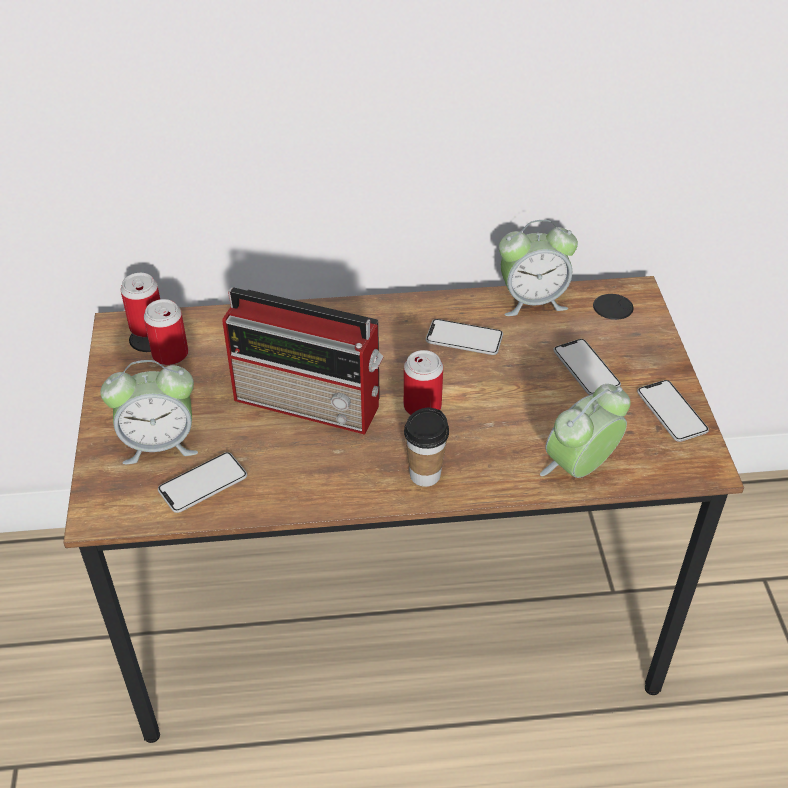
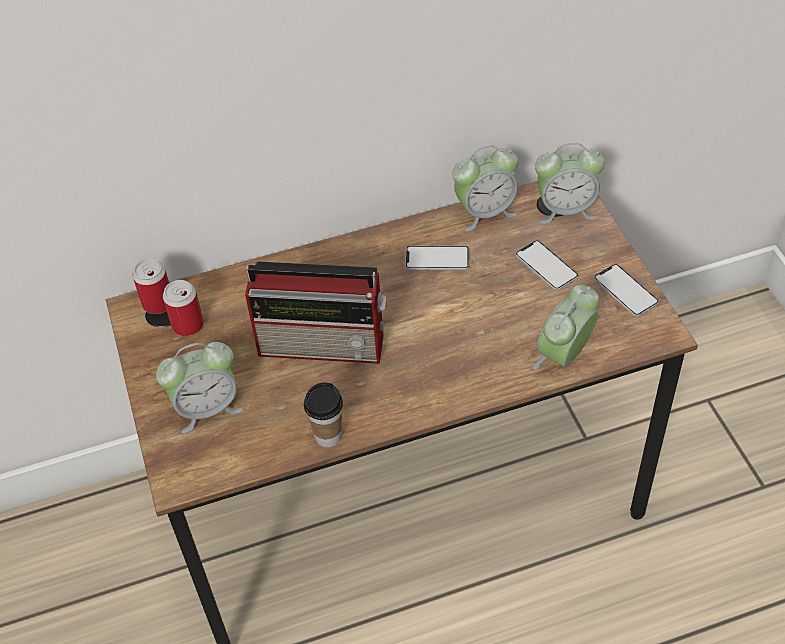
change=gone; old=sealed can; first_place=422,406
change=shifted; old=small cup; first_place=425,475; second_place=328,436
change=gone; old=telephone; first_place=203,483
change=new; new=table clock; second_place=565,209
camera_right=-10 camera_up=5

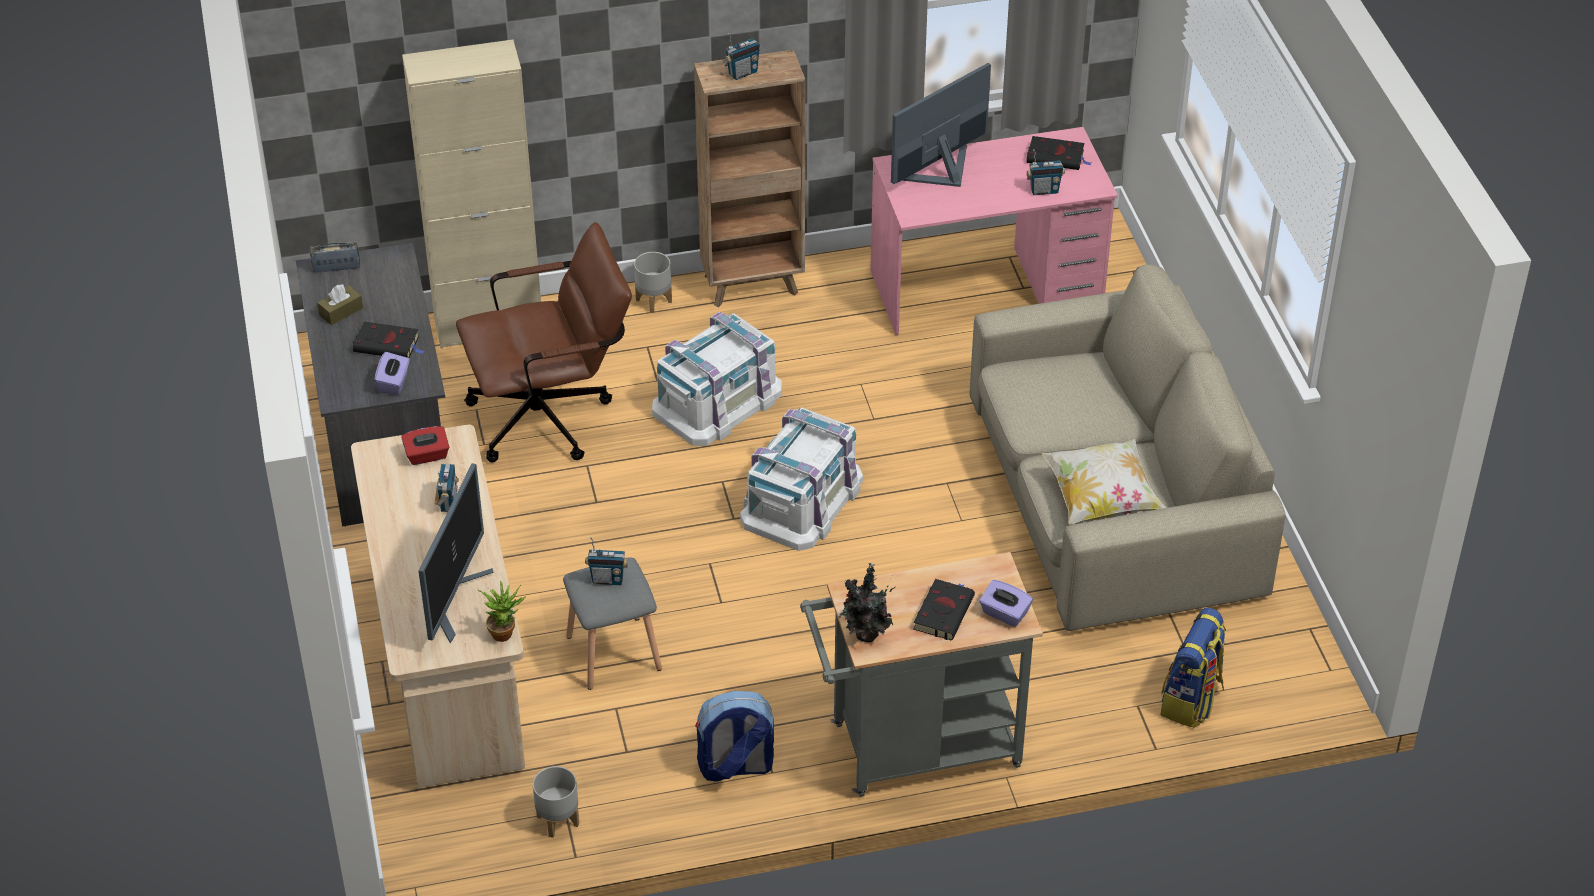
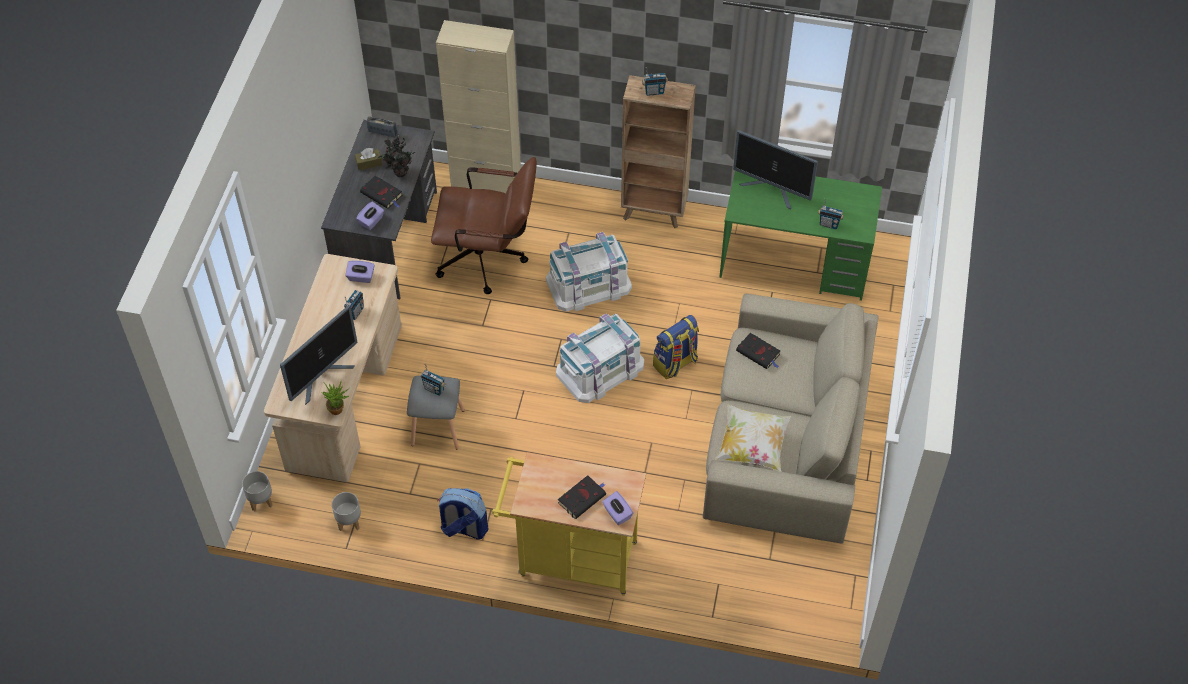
change=rotated; old=computer display; first_place=942,173; second_place=772,190; degrees=-135
change=repainted; old=pink desk; new=greenish desk; first_place=987,287; second_place=794,264
change=shifted; old=blackish bound book; first_place=1057,157; second_place=759,353
change=shifted; old=gray planter; first_place=654,300; second_place=261,500
change=repainted; old=red-coloured tissue holder; new=purple tissue holder; first_place=427,455; second_place=361,277
change=repainted; old=gray wheeled cart; new=yellow-coloured wheeled cart; first_place=914,749; second_place=570,558
change=shifted; old=potted plant; first_place=865,636; second_place=399,173
change=shifted; old=backpack; first_place=1191,701; second_place=675,363
camera_right=25 camera_up=10

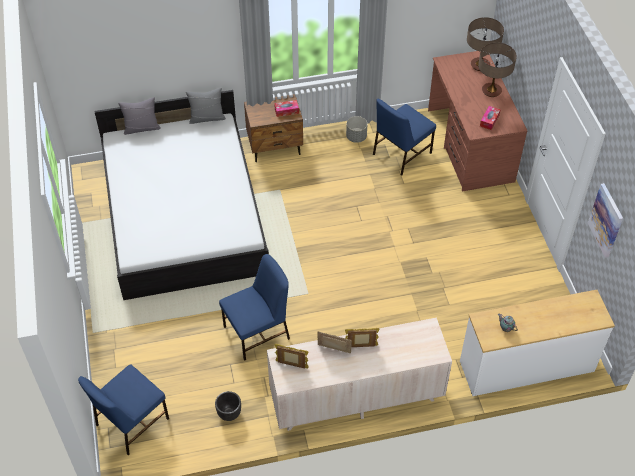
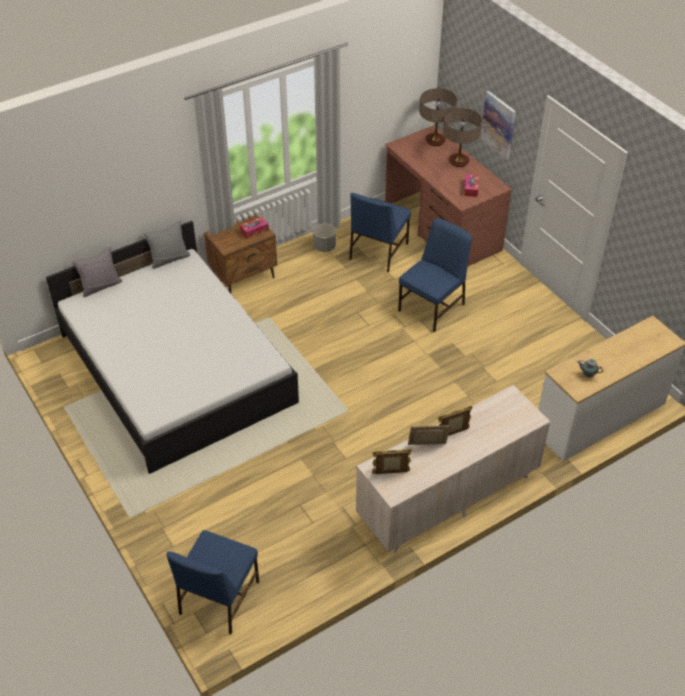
change=shifted; old=wall picture; first_place=606,220; second_place=499,124
change=shifted; old=bluish upright chair; first_place=258,332; second_place=432,307
change=gone; old=blackish planter; first_place=229,413
camera_right=-20 camera_up=-5

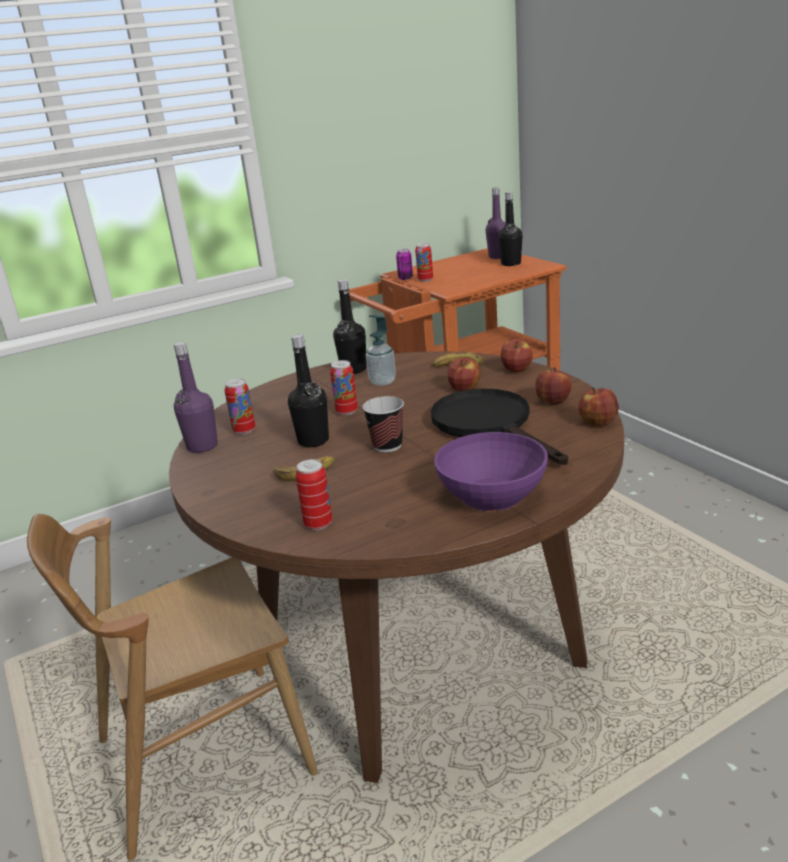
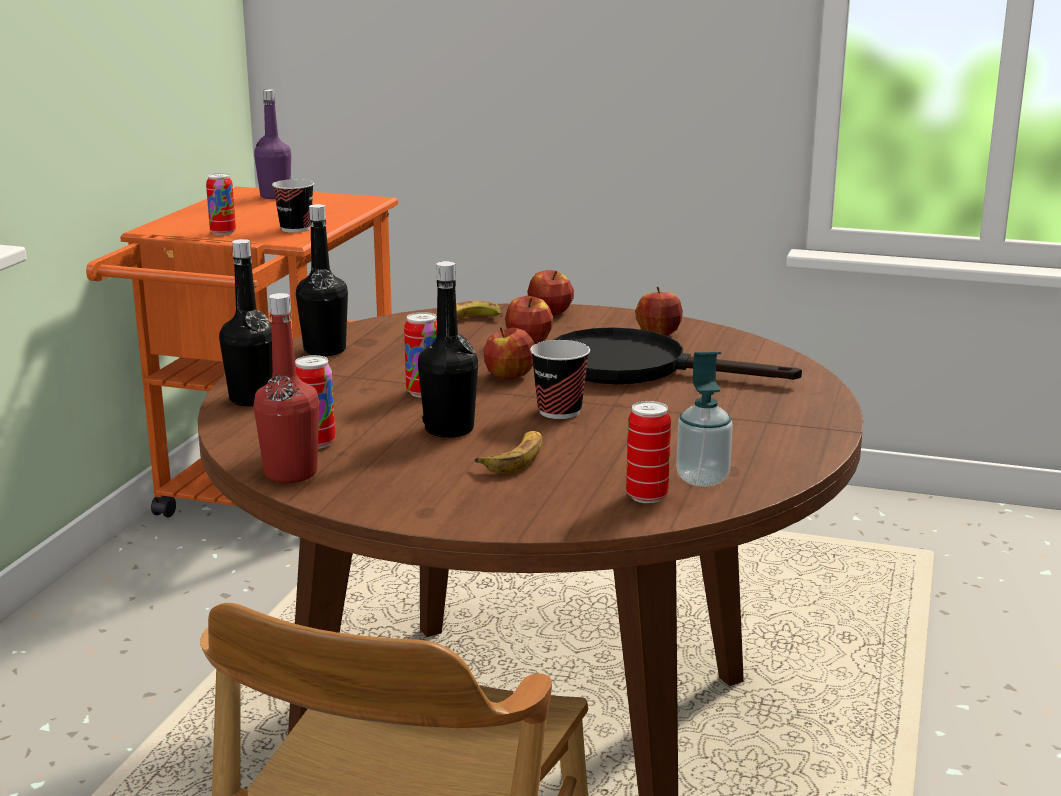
change=shifted; old=blackish bottle; first_place=511,263; second_place=252,399
change=gone; old=sealed can; first_place=405,278
change=shifted; old=liquid soap bottle; first_place=382,382; second_place=702,479
change=repainted; old=purple bottle; new=red-coloured bottle; first_place=202,446; second_place=291,473
change=shifted; old=whole apple; first_place=598,423; second_place=510,376
change=gone; old=purple bowl; first_place=491,495
change=new; new=small cup; second_place=295,229
camera_right=-45 camera_up=-5

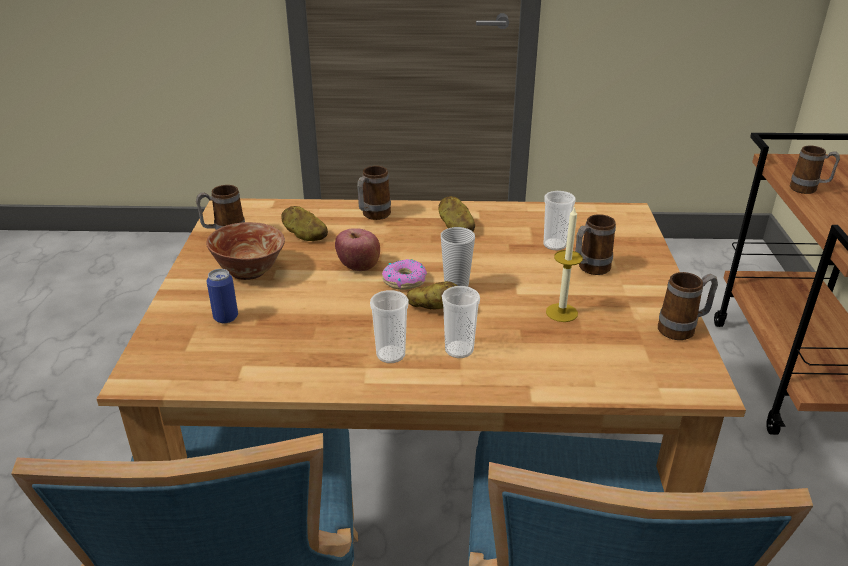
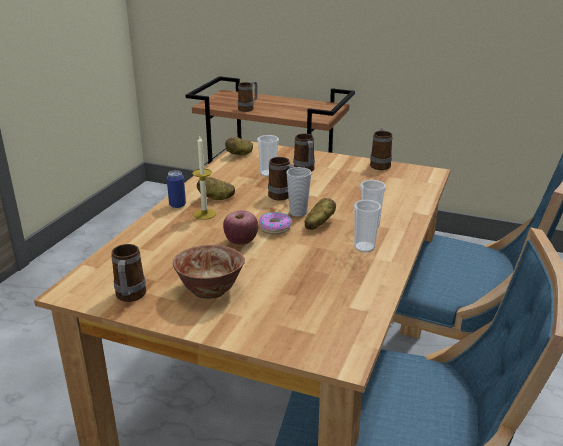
change=shifted; old=mug; first_place=373,216; second_place=282,197
change=shifted; old=potato; first_place=305,236; second_place=240,154
change=shifted; old=candle; first_place=561,312; second_place=204,214
change=shifted; old=sealed can; first_place=226,317; second_place=177,205
camera_right=-70 camera_up=-5

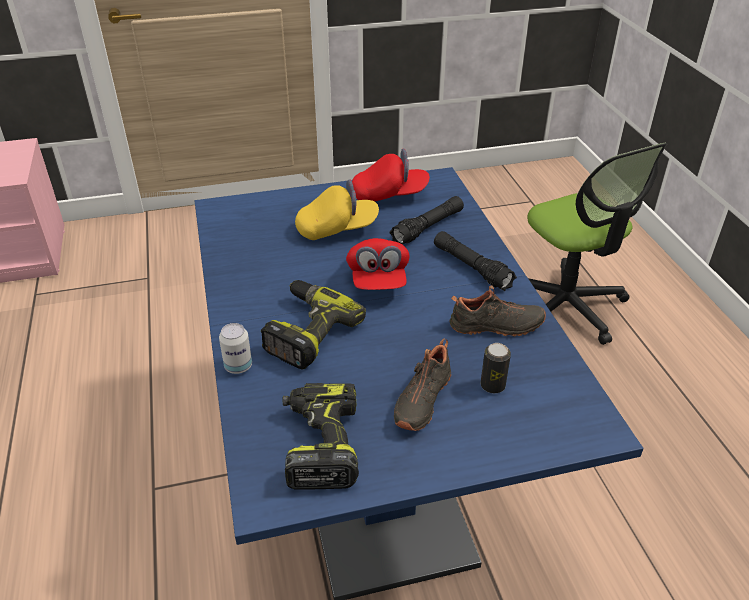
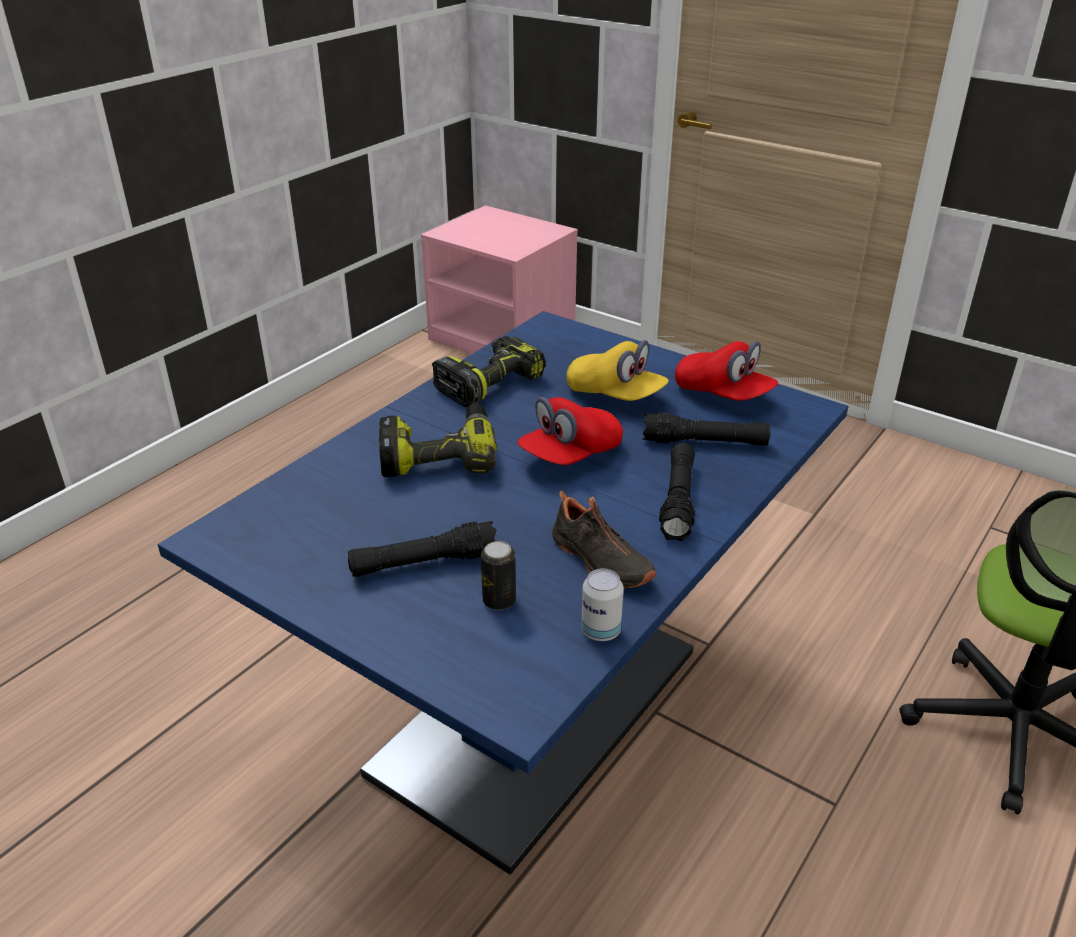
change=shifted; old=sealed can; first_place=238,366; second_place=600,631
change=swapped; old=blackish item of footwear; new=blackish hand torch; first_place=420,399; second_place=424,563
change=shifted; old=electric drill; first_place=320,444; second_place=489,382
camera_right=50 camera_up=-5

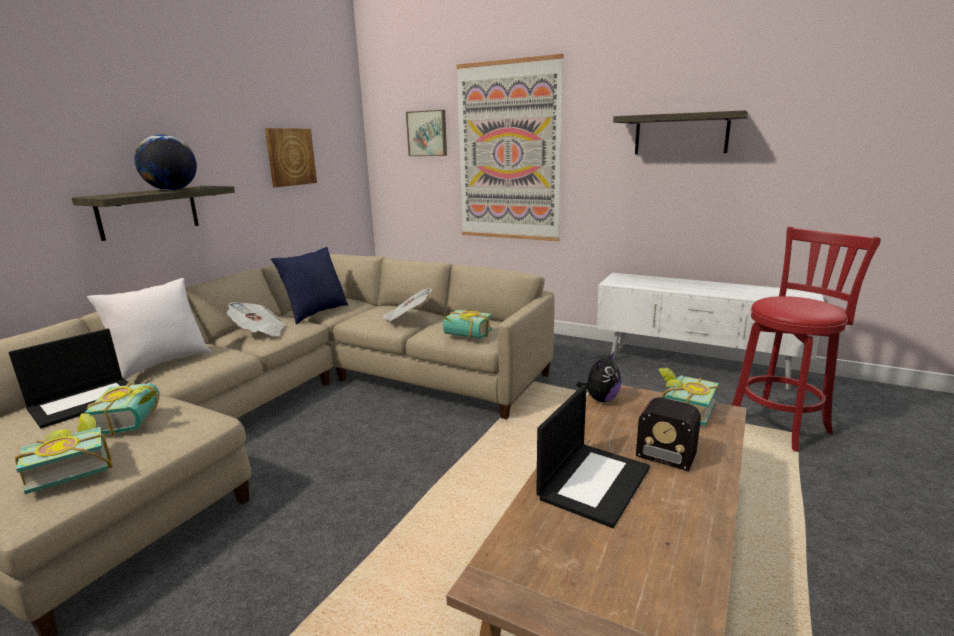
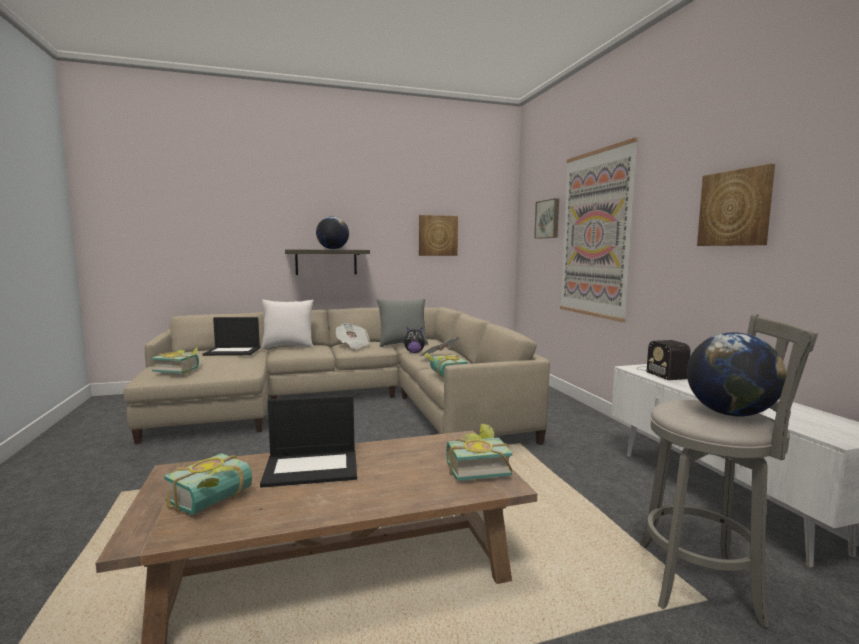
change=swapped; old=shelf; new=wall picture; first_place=681,134; second_place=735,208
change=repainted; old=red-coloured sitting stool; new=gray sitting stool; first_place=780,425; second_place=704,583
change=repainted; old=bluish throw pillow; new=gray throw pillow; first_place=315,313; second_place=402,344
change=shifted; old=soft toy; first_place=600,399; second_place=414,352
change=shifted; old=bound book; first_place=136,420; second_place=215,501
change=shifted; old=radio receiver; first_place=647,447; second_place=660,372
change=new; new=desk globe; second_place=729,413
camera_right=45 camera_up=-10

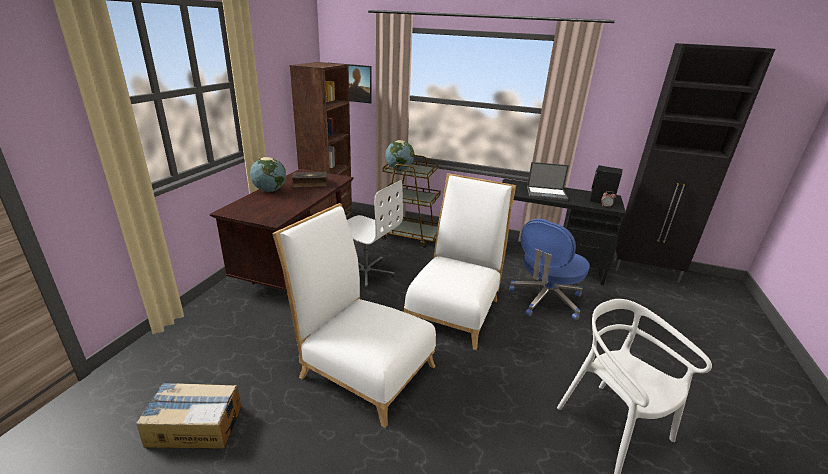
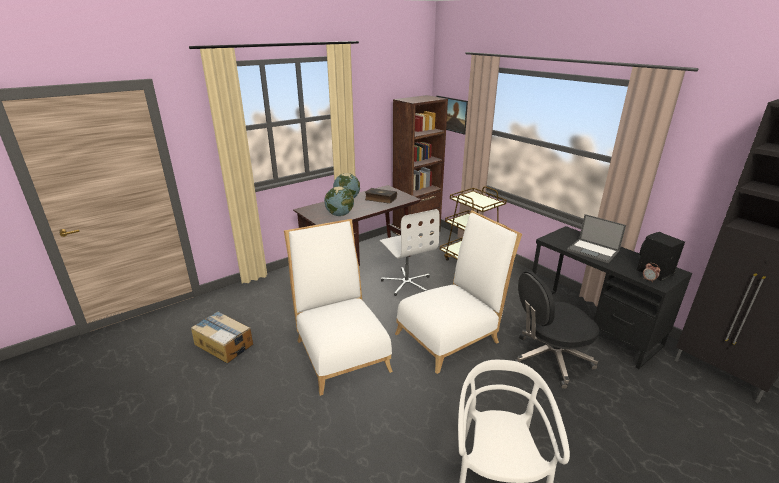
change=shifted; old=desk globe; first_place=399,169; second_place=340,214
change=repainted; old=bluish office chair; new=blackish office chair; first_place=545,300; second_place=549,359
camera_right=35 camera_up=0

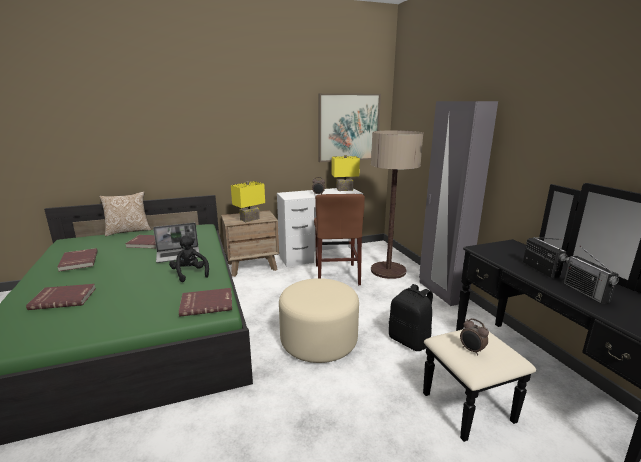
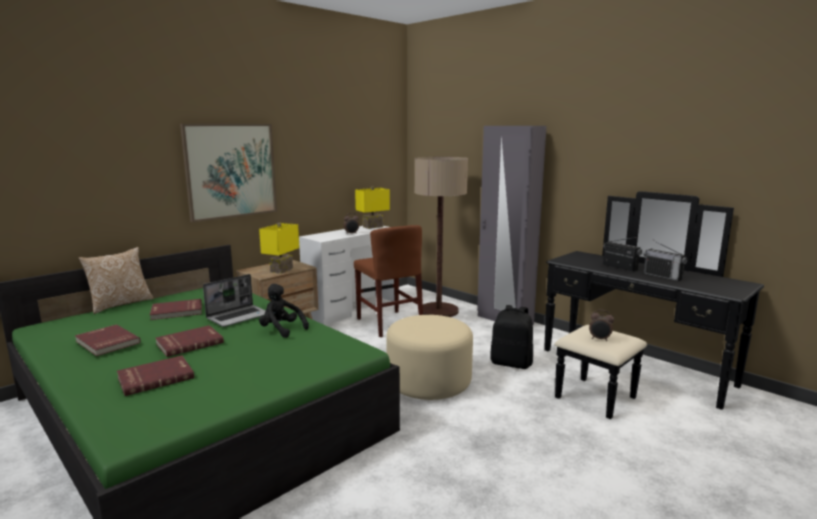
change=shifted; old=wall picture; first_place=348,127; second_place=231,170
change=shifted; old=red-coloured bound book; first_place=207,303; second_place=189,343
camera_right=-25 camera_up=-5

